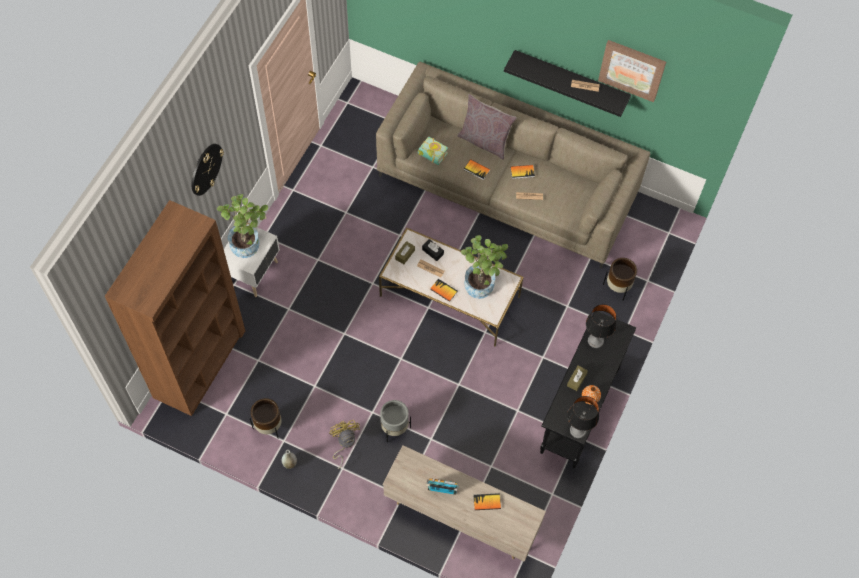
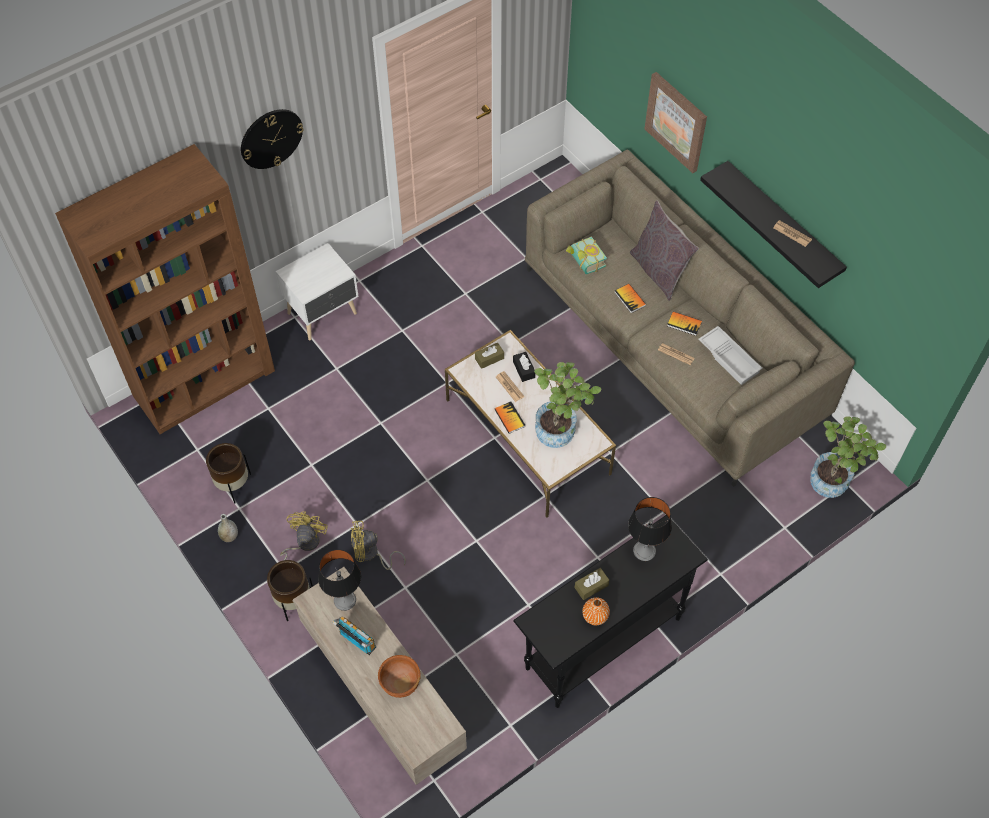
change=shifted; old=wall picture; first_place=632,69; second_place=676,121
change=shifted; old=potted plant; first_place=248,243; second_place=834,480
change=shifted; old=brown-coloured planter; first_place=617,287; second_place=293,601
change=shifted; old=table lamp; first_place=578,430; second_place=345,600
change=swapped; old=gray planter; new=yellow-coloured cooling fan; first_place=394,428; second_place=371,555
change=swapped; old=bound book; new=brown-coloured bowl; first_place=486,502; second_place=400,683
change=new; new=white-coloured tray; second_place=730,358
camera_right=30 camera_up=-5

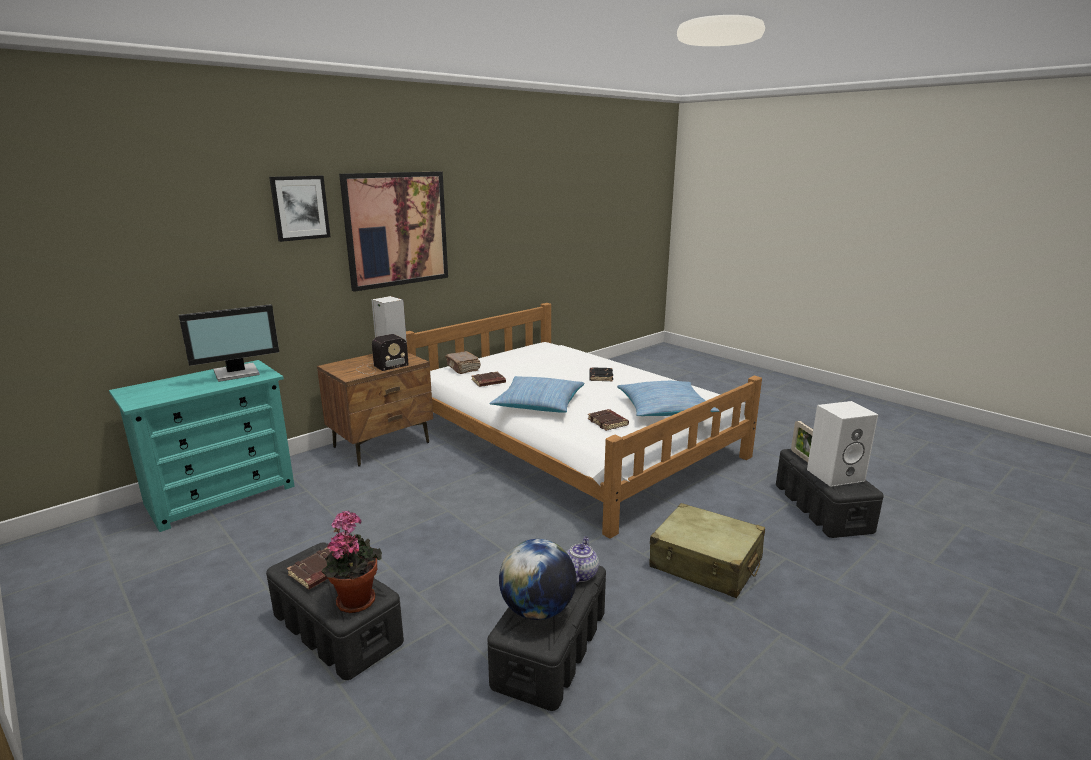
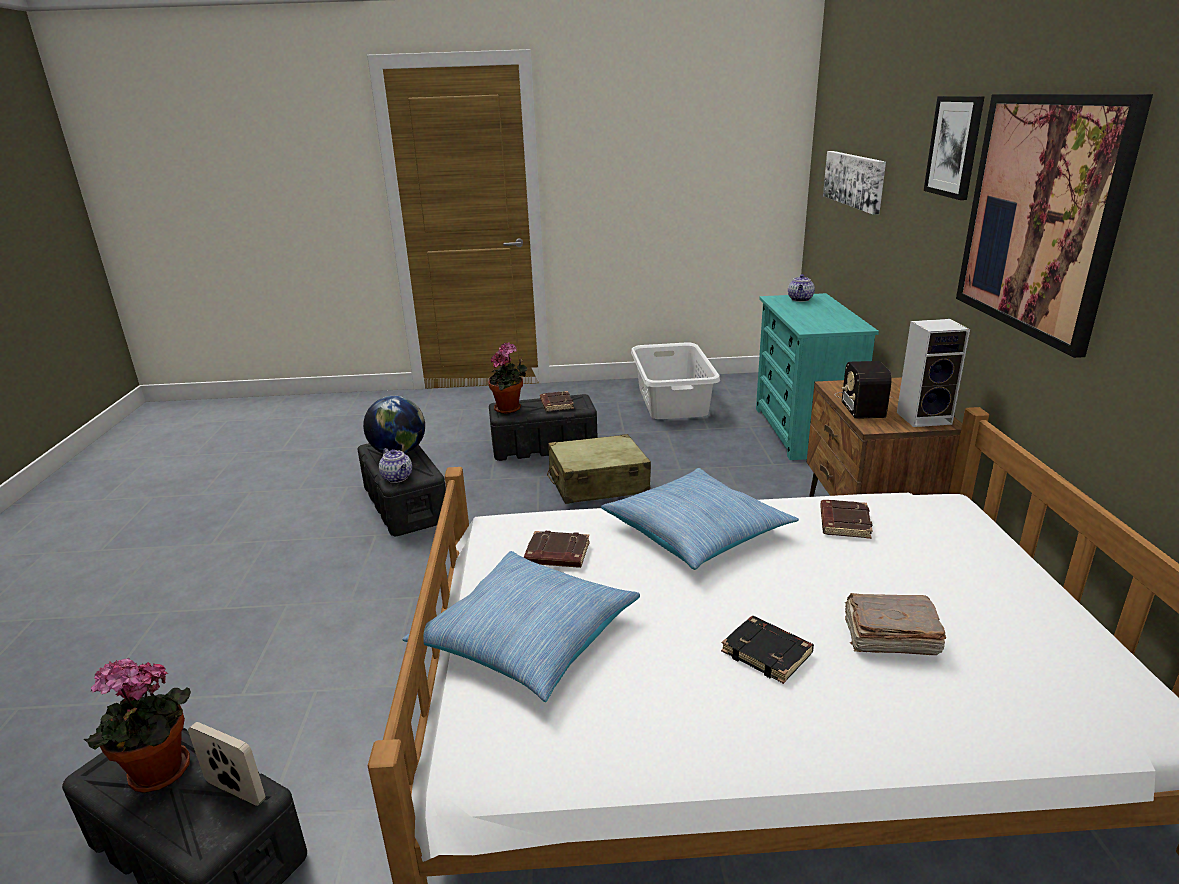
change=gone; old=computer display; first_place=237,373
change=shifted; old=brown-coloured bound book; first_place=463,368; second_place=888,637
change=swapped; old=white-coloured speaker; new=potted plant; first_place=835,474; second_place=158,776
change=shifted; old=beige piece of luggage; first_place=705,563; second_place=597,484
change=new; new=wall picture; second_place=854,180
change=new; new=tea pot; second_place=800,299
change=new; new=white-coloured hamper; second_place=673,401
camera_right=130 camera_up=5

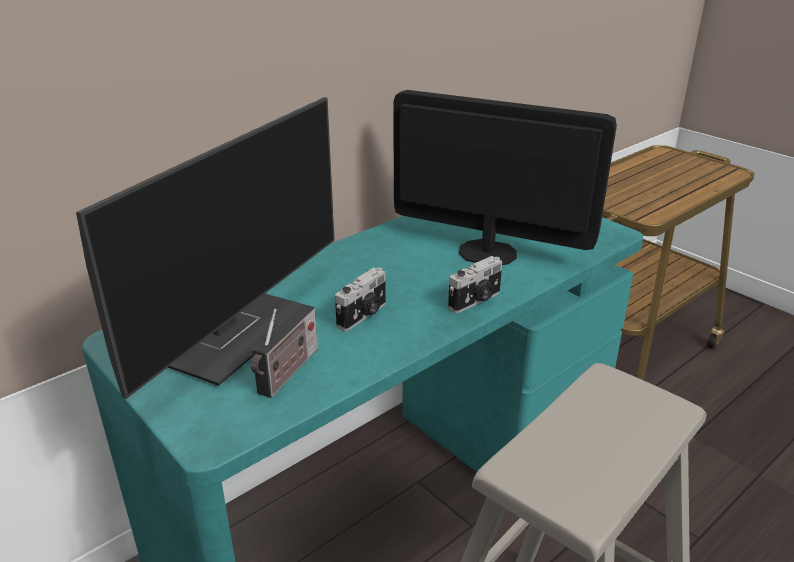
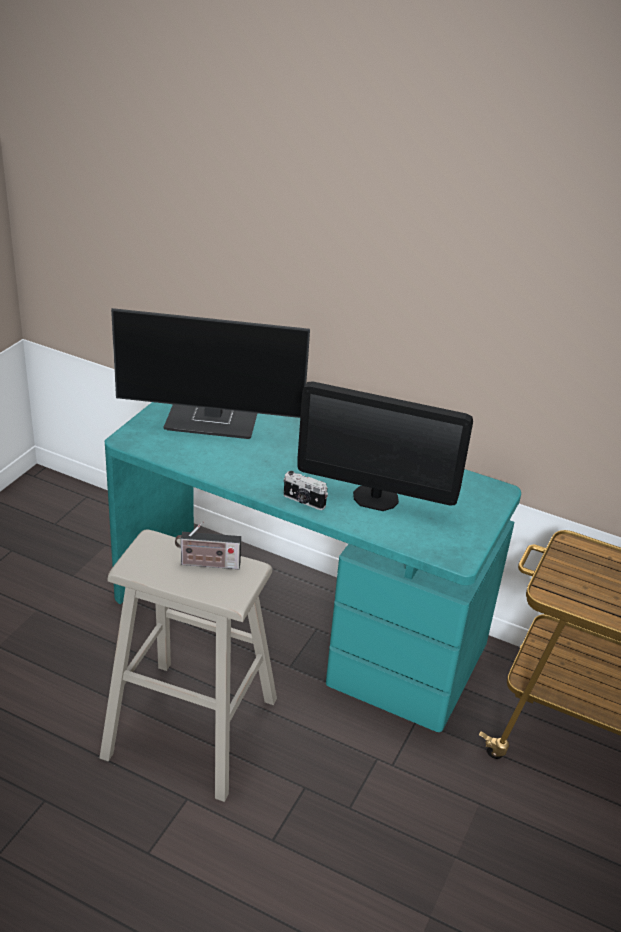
change=rotated; old=computer display; first_place=487,253; second_place=375,497; degrees=105
change=gone; old=photo camera; first_place=363,315
change=shifted; old=radio receiver; first_place=287,373; second_place=207,564
camera_right=65 camera_up=5

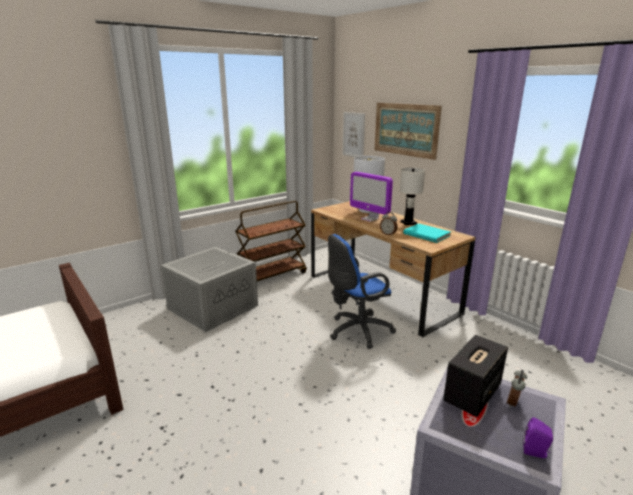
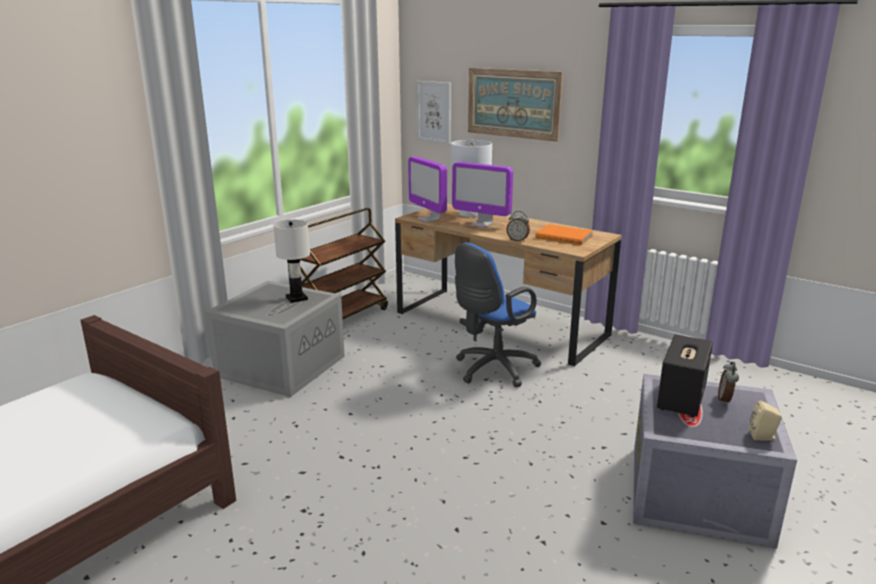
change=shifted; old=white-coloured table lamp; first_place=408,223; second_place=296,298
change=repainted; old=turquoise-coloured bound book; new=orange bound book; first_place=427,234; second_place=564,236
change=repainted; old=purple speaker; new=beige speaker; first_place=535,452; second_place=763,437
change=new; new=computer display; second_place=428,219
camera_right=-15 camera_up=0

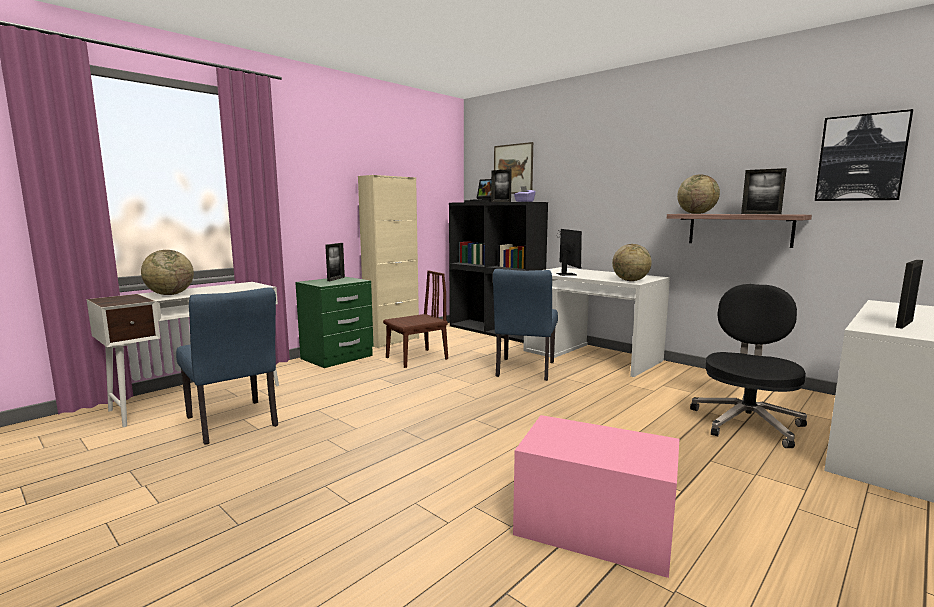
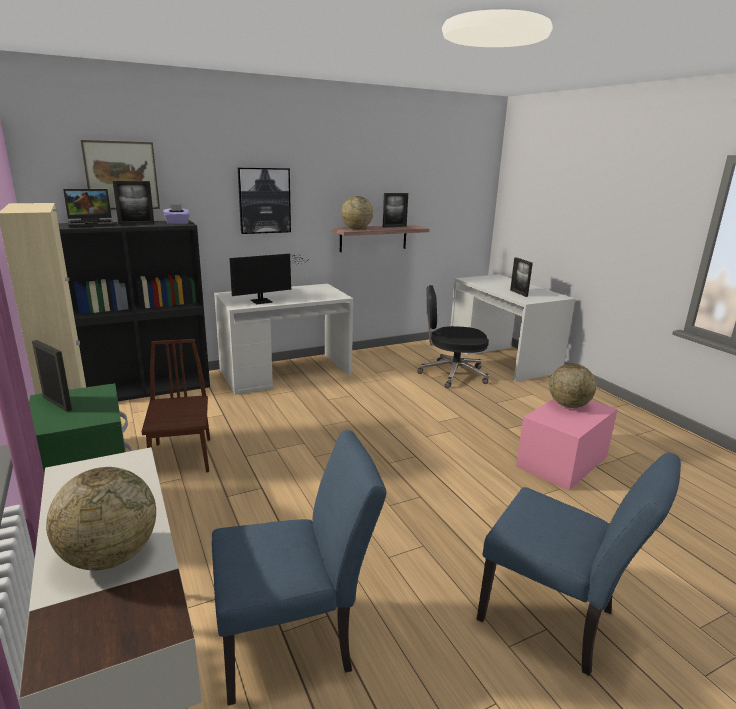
change=shifted; old=wall picture; first_place=861,158; second_place=264,200
change=rotated; old=computer display; first_place=566,274; second_place=264,301; degrees=135
change=shifted; old=desk globe; first_place=630,280; second_place=568,405
change=shifted; old=bluish upright chair; first_place=524,371; second_place=556,620
change=rotated; old=blackish office chair; first_place=746,422; second_place=452,374; degrees=-45
camera_right=-70 camera_up=10

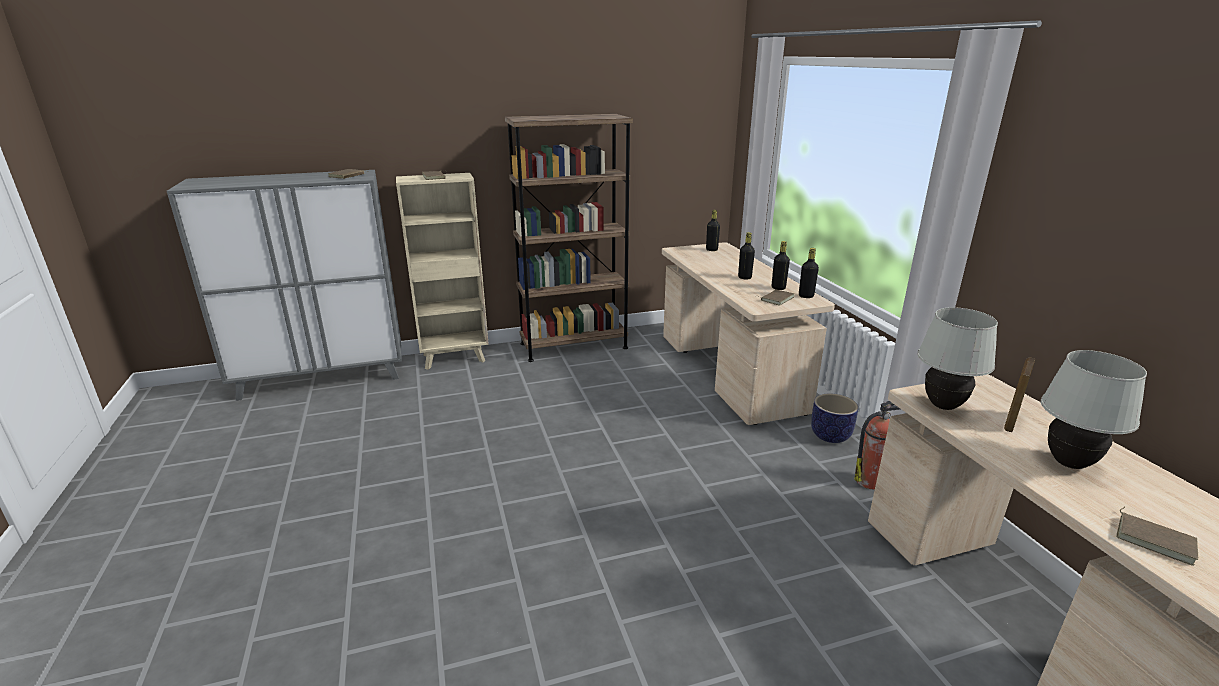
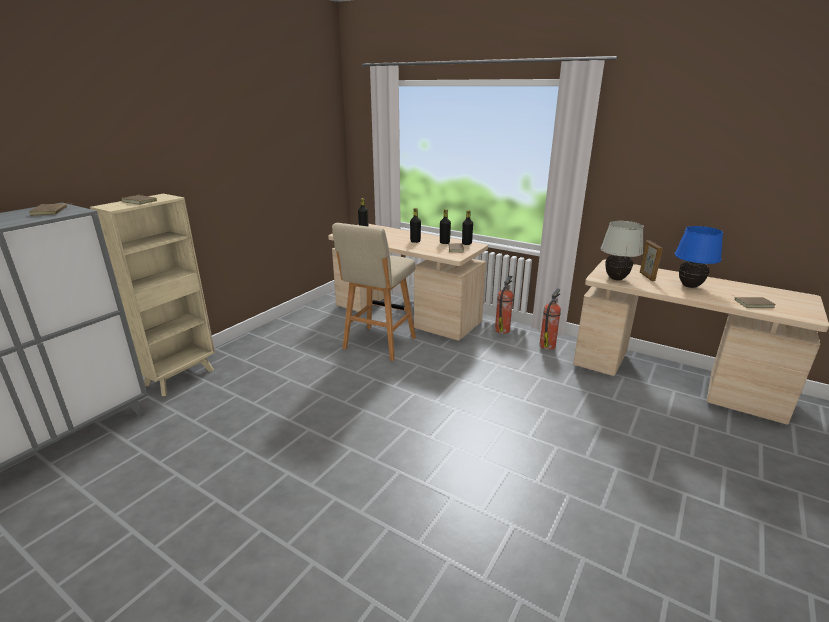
change=gone; old=brown-coloured shelving unit; first_place=574,346
change=repainted; old=white-coloured table lamp; new=bluish table lamp; first_place=1068,463; second_place=689,286
change=swapped; old=planter; new=fire-fighting cylinder; first_place=831,435; second_place=502,330
change=new; new=beige sitting stool; second_place=378,344
camera_right=-40 camera_up=0

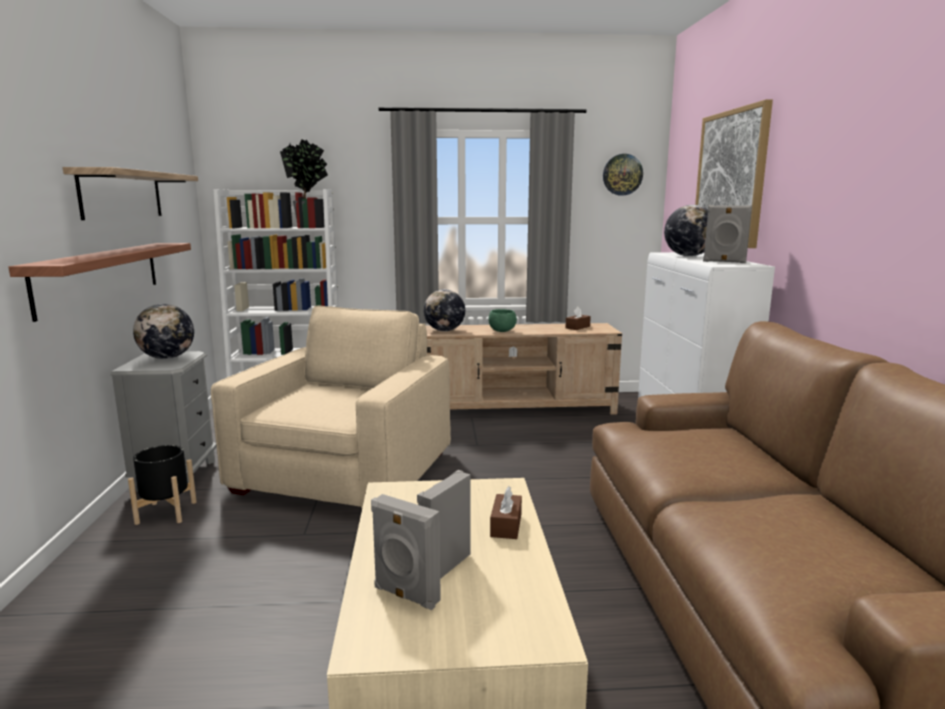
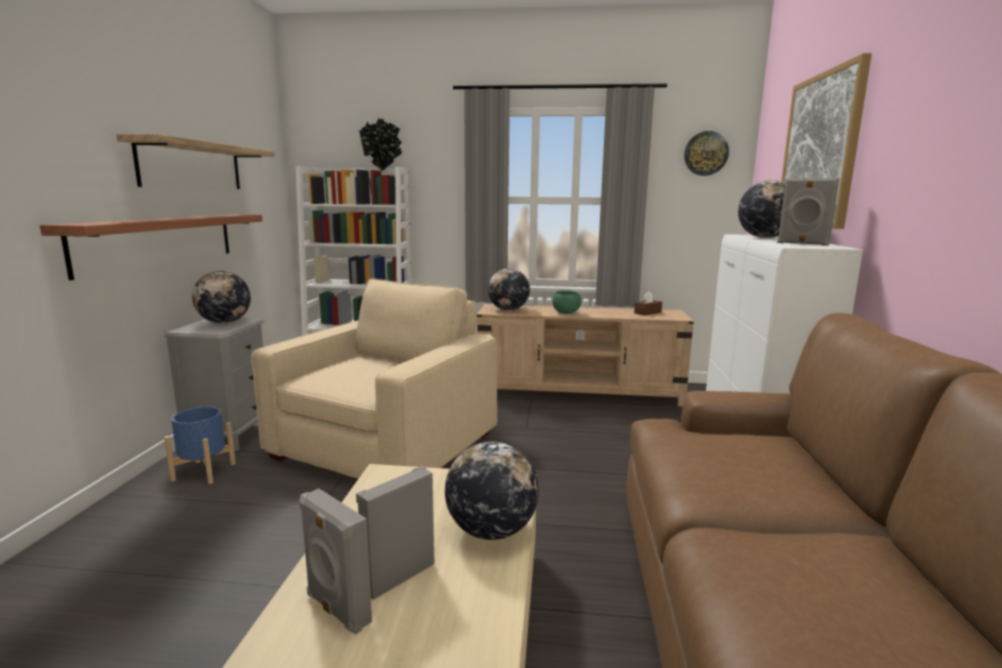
change=repainted; old=blackish planter; new=bluish planter; first_place=166,512; second_place=204,472
change=swapped; old=brown-coloured tissue holder; new=desk globe; first_place=506,525; second_place=491,531
camera_right=10 camera_up=0

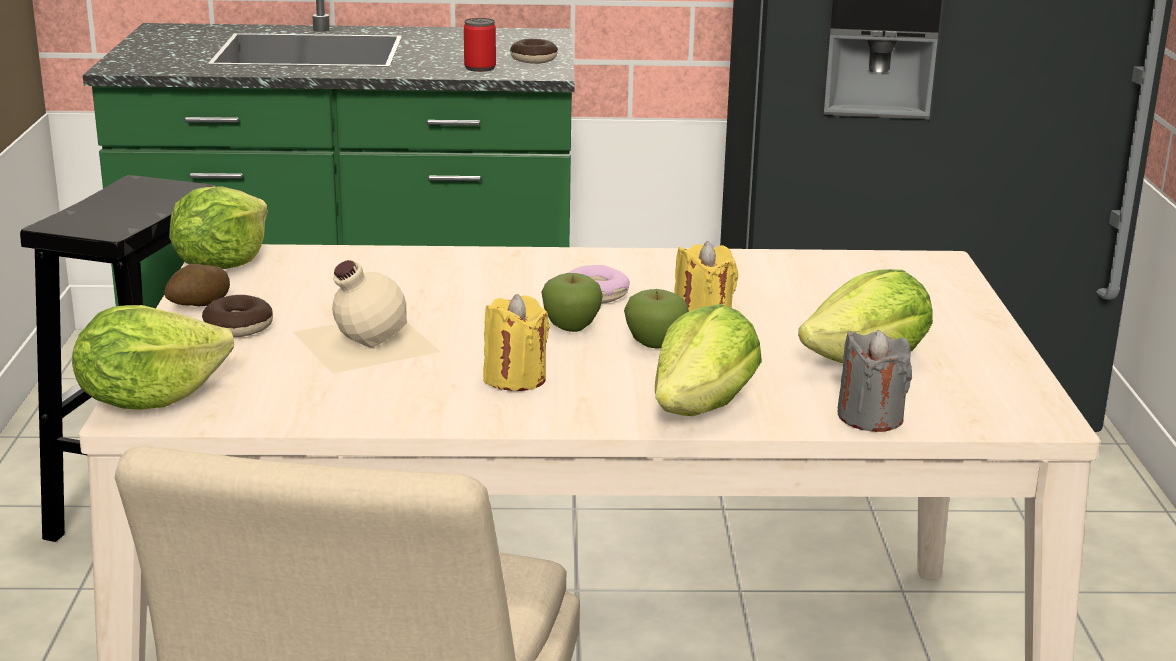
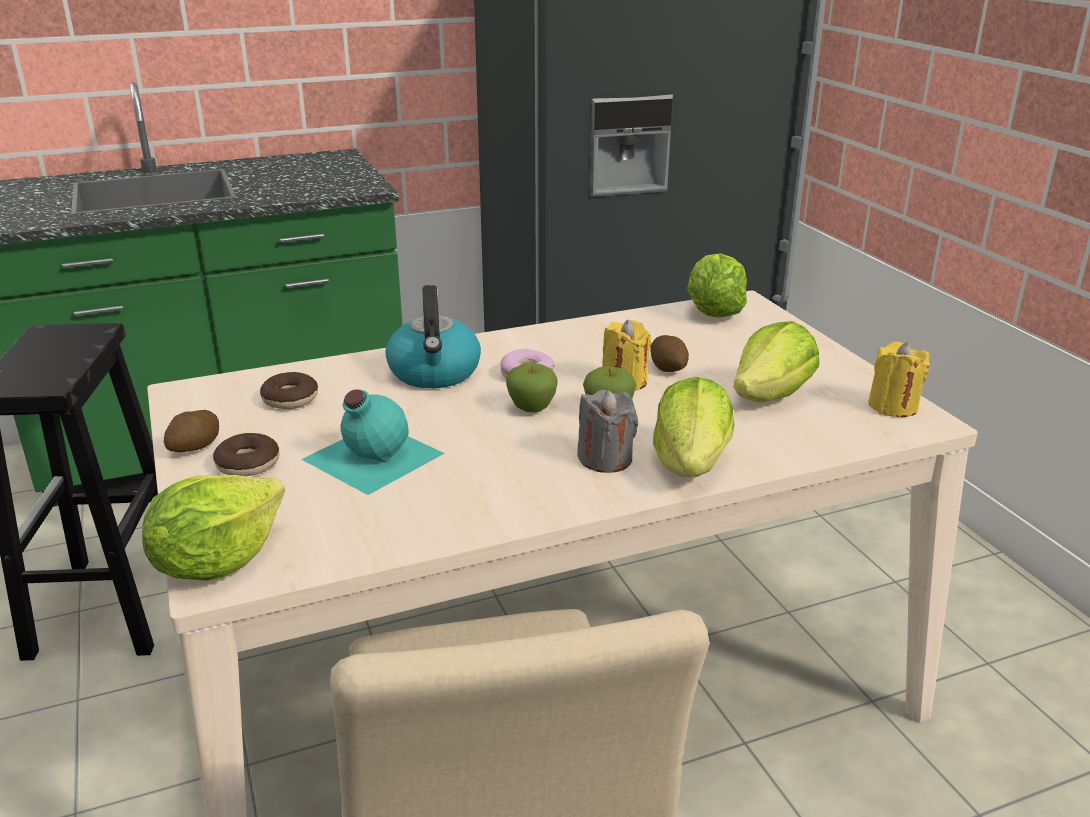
change=gone; old=sealed can; first_place=480,68
change=shifted; old=donut; first_place=533,59; second_place=290,399
change=shifted; old=lettuce; first_place=222,264; second_place=713,312
change=repainted; old=beige bottle; new=turquoise-coloured bottle; first_place=363,341; second_place=370,456
change=shifted; old=yellow-coloured candle; first_place=515,378; second_place=893,406
change=shifted; old=gray candle; first_place=870,417; second_place=605,459
change=new; new=tea kettle; second_place=435,373
change=new; new=potato; second_place=669,368
camera_right=-20 camera_up=5

